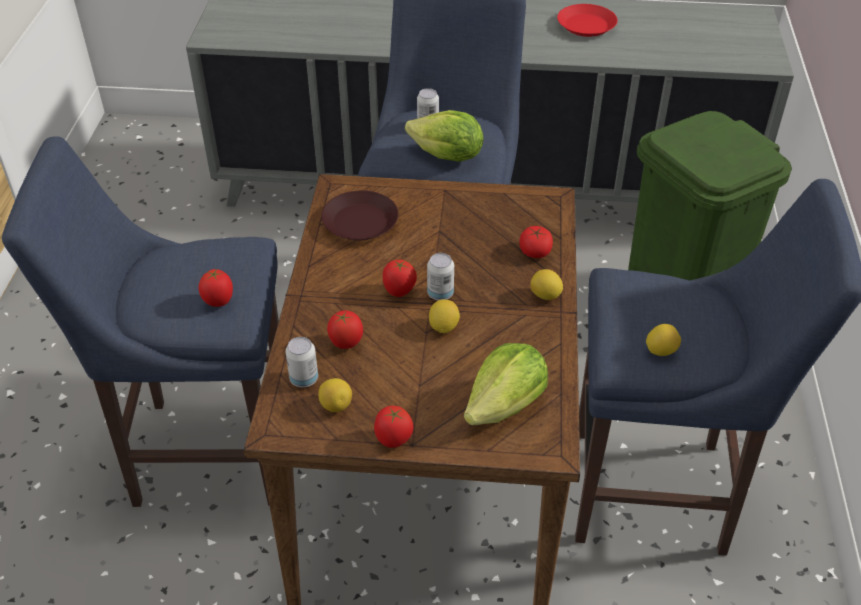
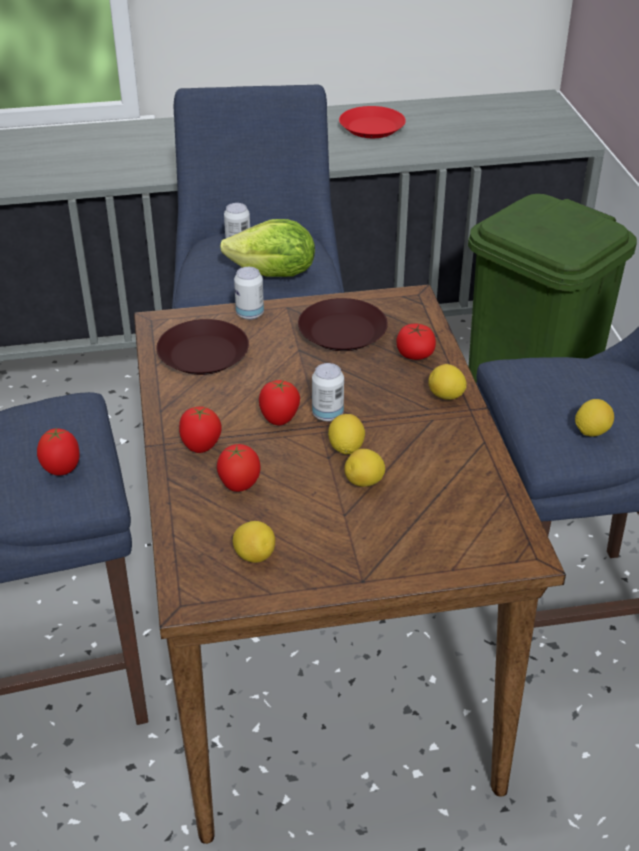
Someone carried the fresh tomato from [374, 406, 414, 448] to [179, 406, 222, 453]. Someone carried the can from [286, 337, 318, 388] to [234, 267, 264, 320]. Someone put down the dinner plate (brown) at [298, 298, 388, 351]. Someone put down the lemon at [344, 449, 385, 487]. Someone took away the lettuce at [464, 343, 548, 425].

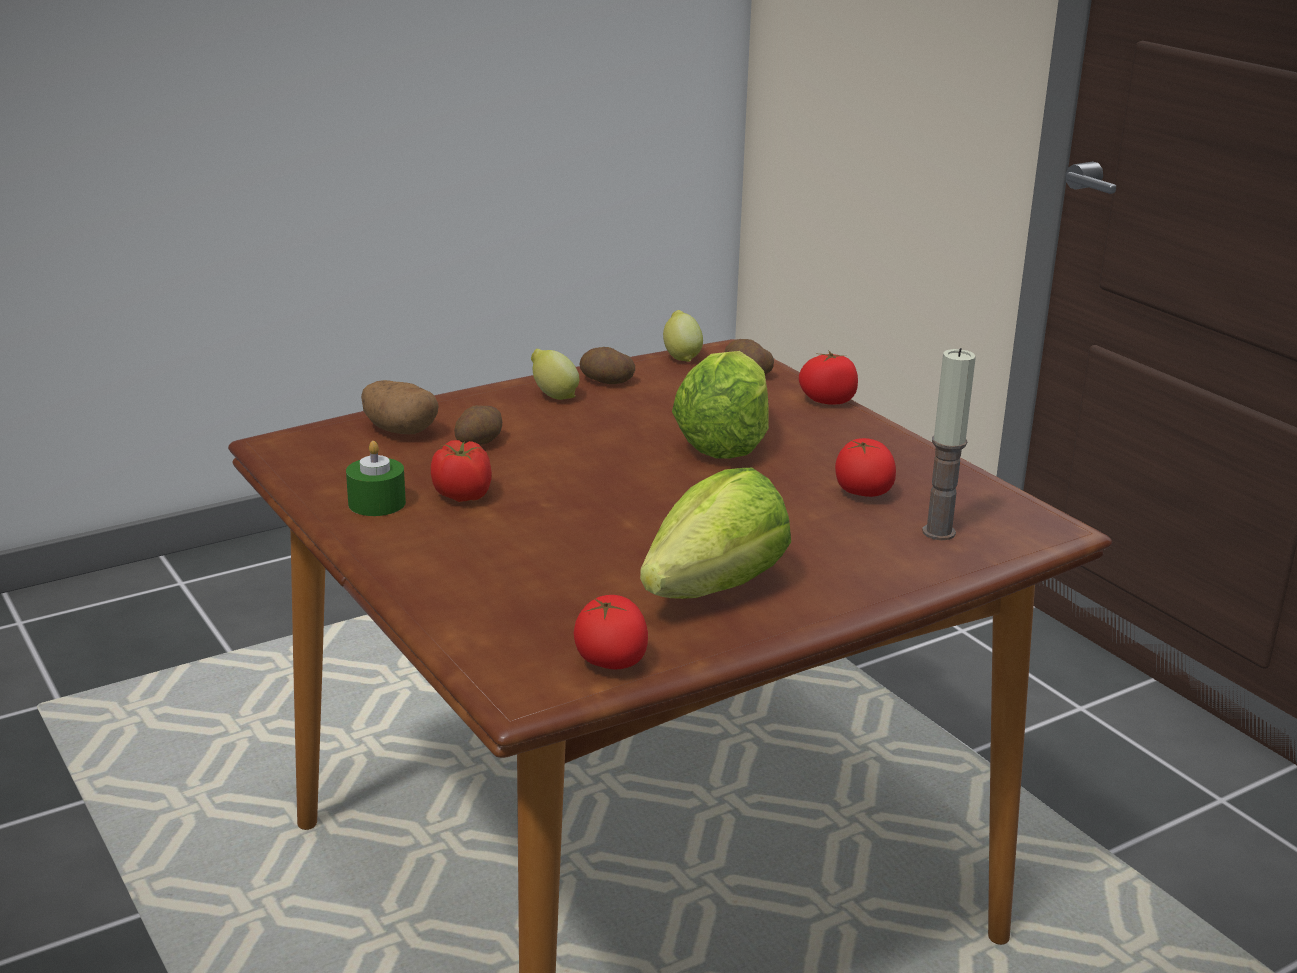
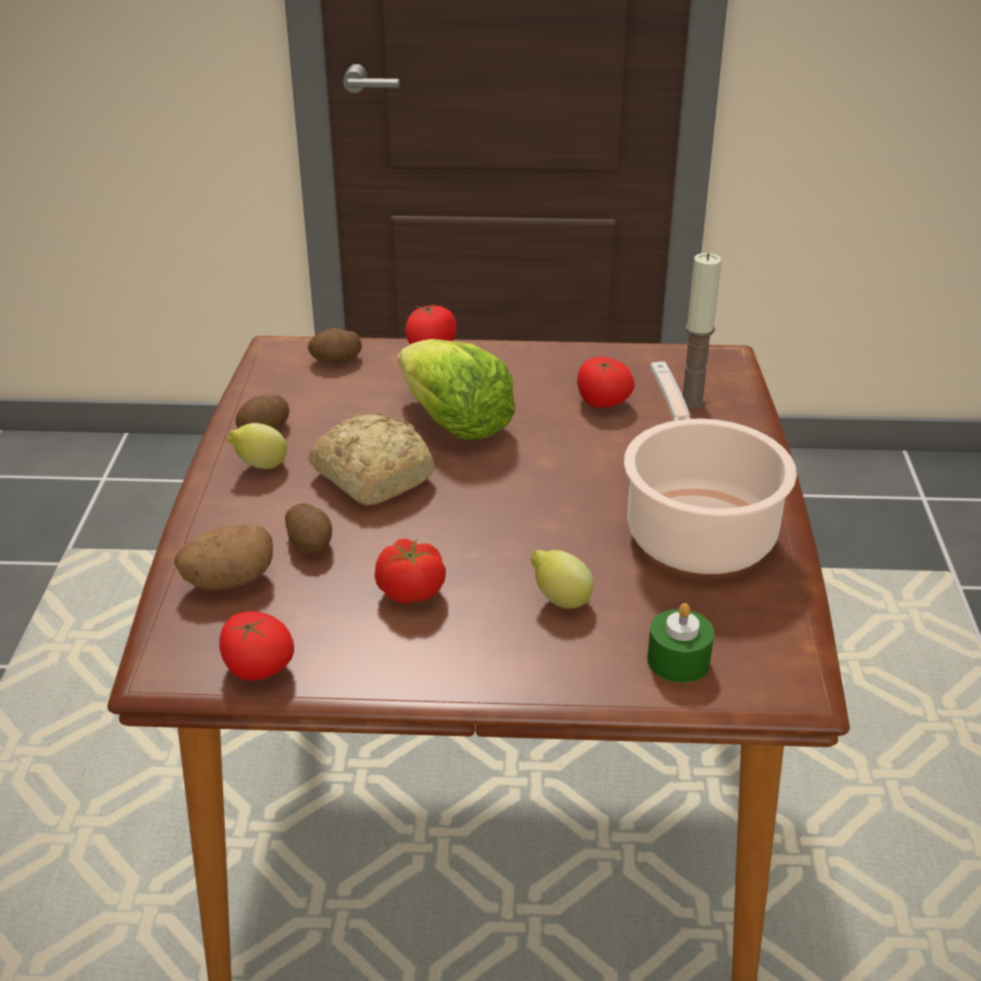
Someone carried the fresh tomato from [574, 595, 648, 669] to [219, 611, 294, 681]. Someone put down the bakery bread at [308, 412, 435, 506]. Someone carried the lemon from [663, 310, 703, 362] to [531, 550, 593, 609]. Someone swapped the lettuce at [640, 468, 791, 599] for the cooking pot at [624, 361, 797, 574]. Someone carried the candle (greenish) from [346, 441, 406, 516] to [647, 603, 714, 683].

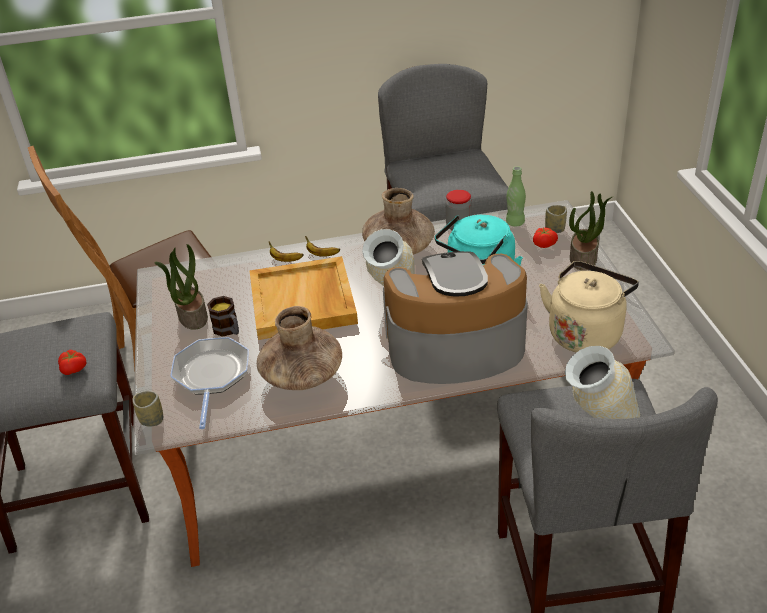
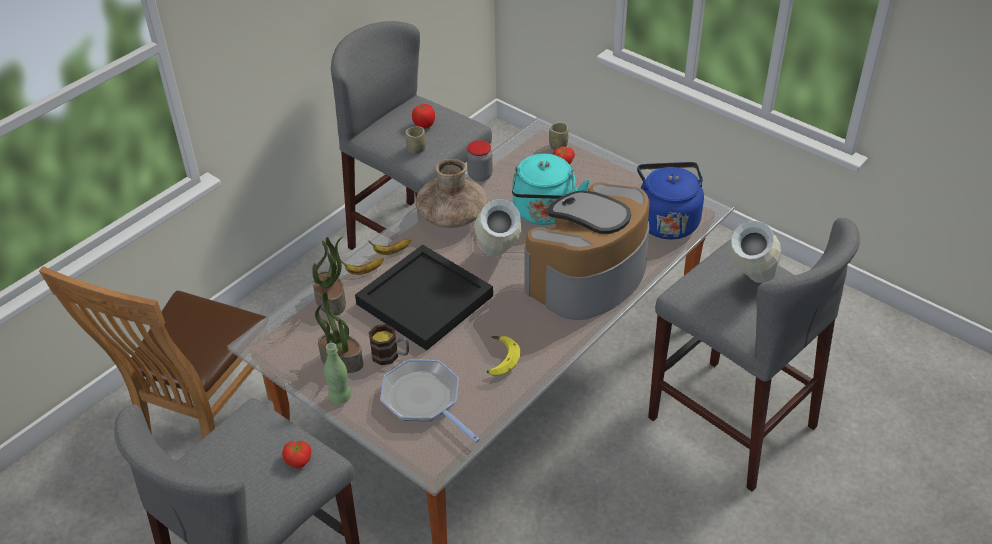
Someone carried the plant in a pot from [569, 191, 612, 271] to [312, 237, 346, 315]. Someone carried the drink bottle (greenish) from [506, 166, 526, 226] to [324, 343, 351, 404]. Someone repainted the tray (beige) at [249, 256, 358, 340], which became the tray (black-coloured) at [355, 244, 493, 350]. Someone carried the cup from [132, 391, 163, 427] to [405, 126, 425, 154]. Someone put down the fresh tomato at [412, 104, 435, 129]. Someone swapped the vase (brown) at [257, 306, 342, 390] for the banana at [487, 336, 520, 375]. Someone repainted the water kettle (beige) at [539, 261, 639, 353], which became the water kettle (blue) at [637, 162, 704, 239].

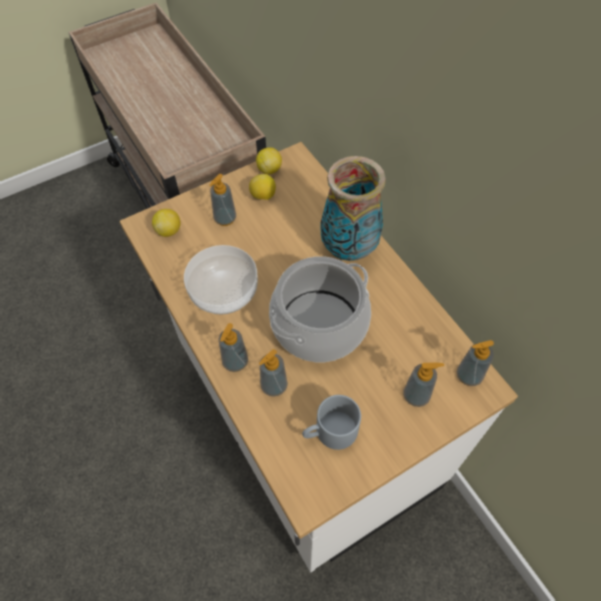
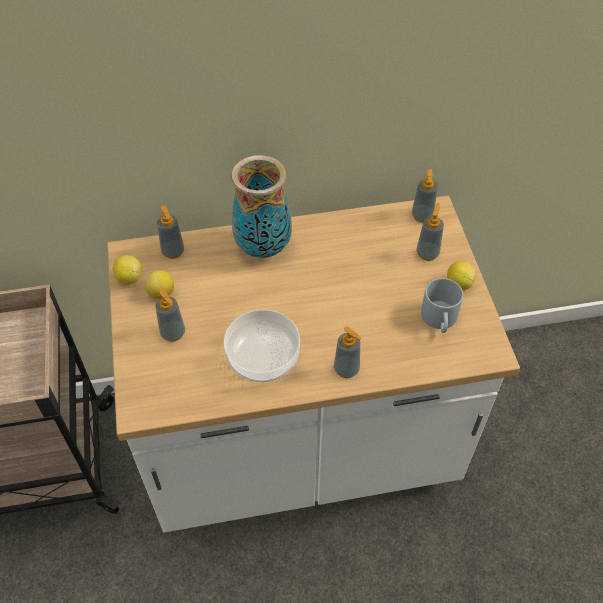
Someone carried the liquid soap bottle from [259, 349, 288, 397] to [157, 206, 184, 259]. Someone carried the lemon from [152, 209, 181, 237] to [447, 261, 476, 290]. Someone took away the cooking pot at [269, 256, 371, 362].

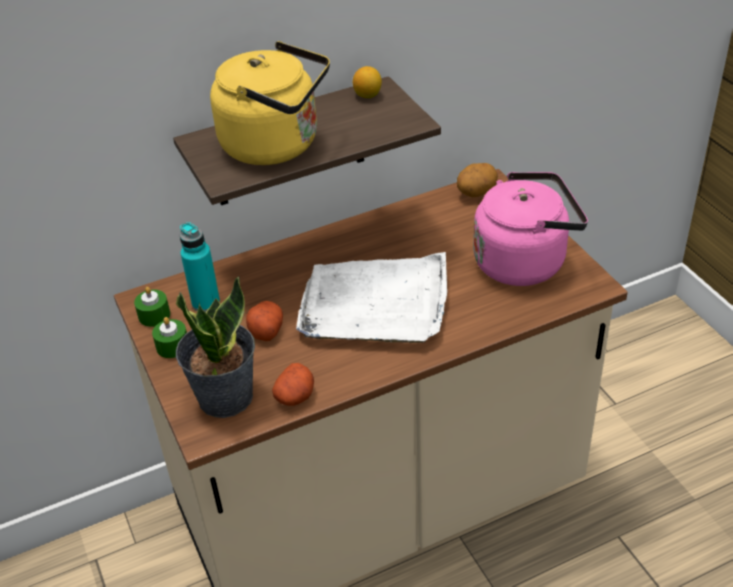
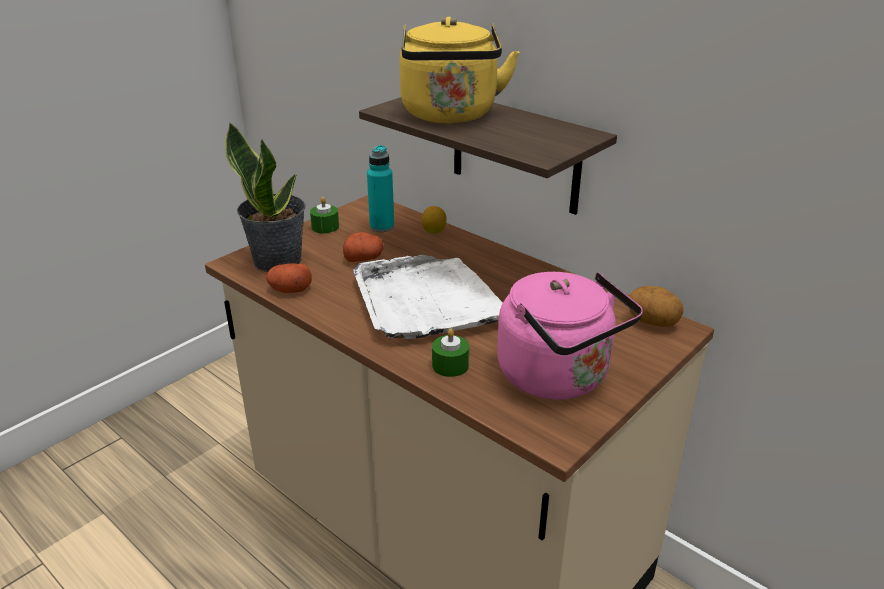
Someone carried the lemon from [353, 66, 382, 98] to [422, 206, 447, 234]. Someone carried the candle (greenish) from [134, 287, 170, 327] to [432, 328, 469, 377].

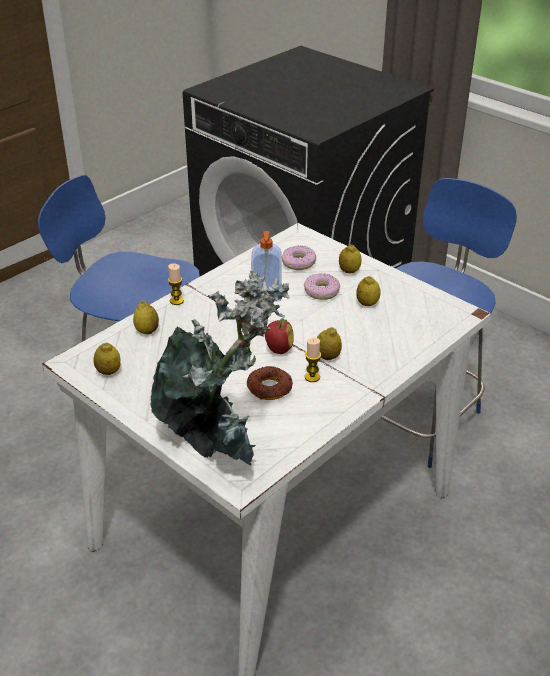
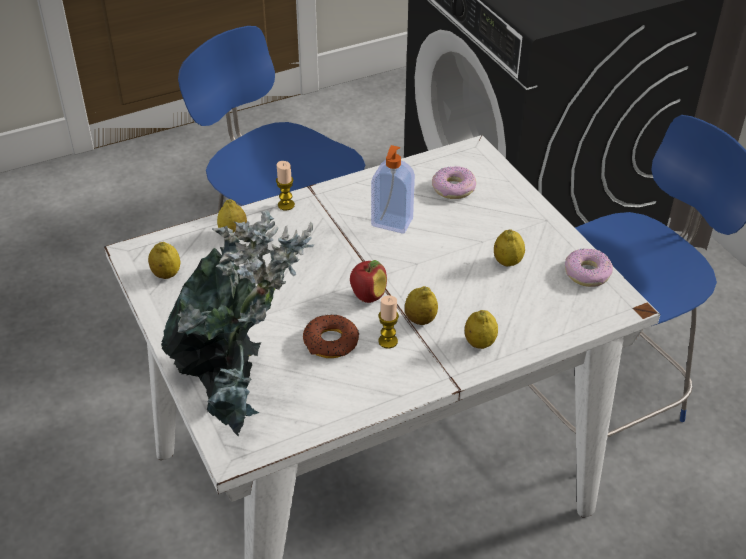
Someone carried the lemon from [339, 245, 361, 273] to [465, 310, 498, 349]. Someone carried the ring doughnut from [304, 273, 340, 300] to [565, 248, 613, 287].

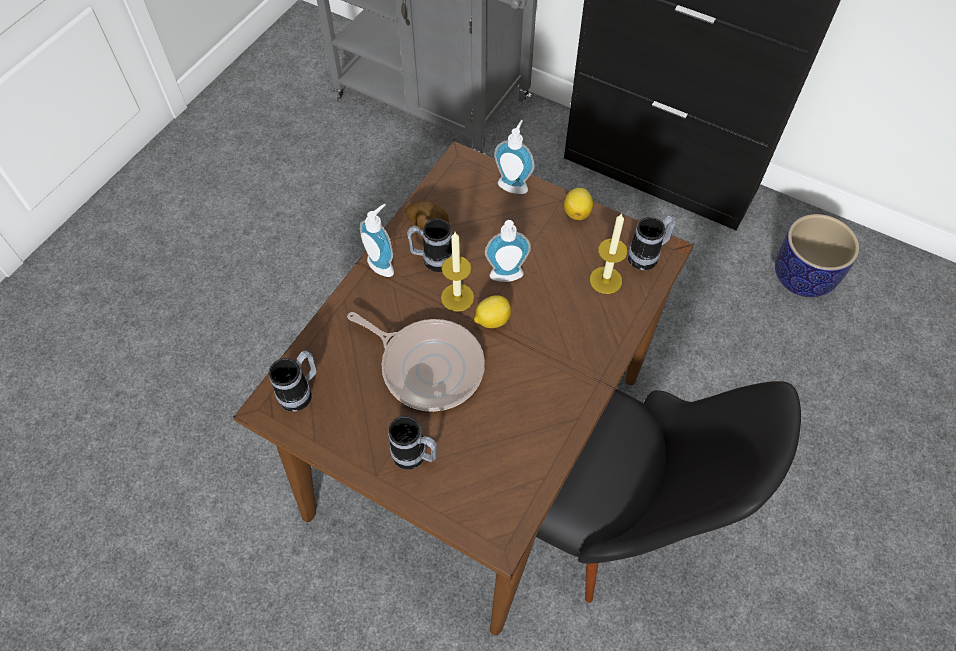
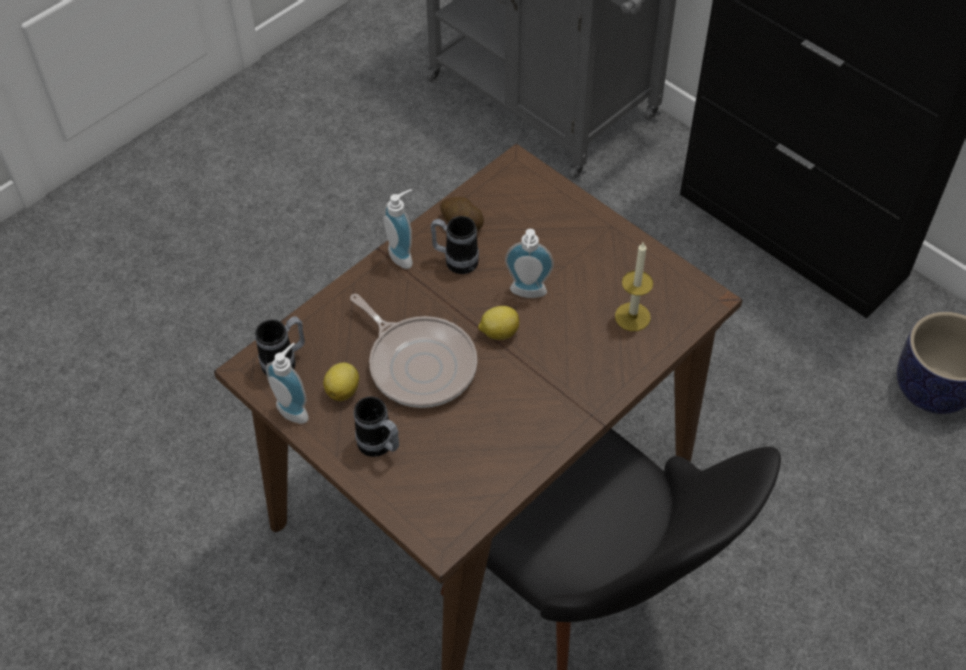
Someone carried the liquid soap bottle from [494, 120, 534, 194] to [266, 343, 309, 424]. Someone carried the lemon from [564, 188, 593, 220] to [323, 363, 359, 401]. Someone took away the candle at [441, 232, 474, 312]. Someone took away the tea mug at [628, 215, 676, 270].

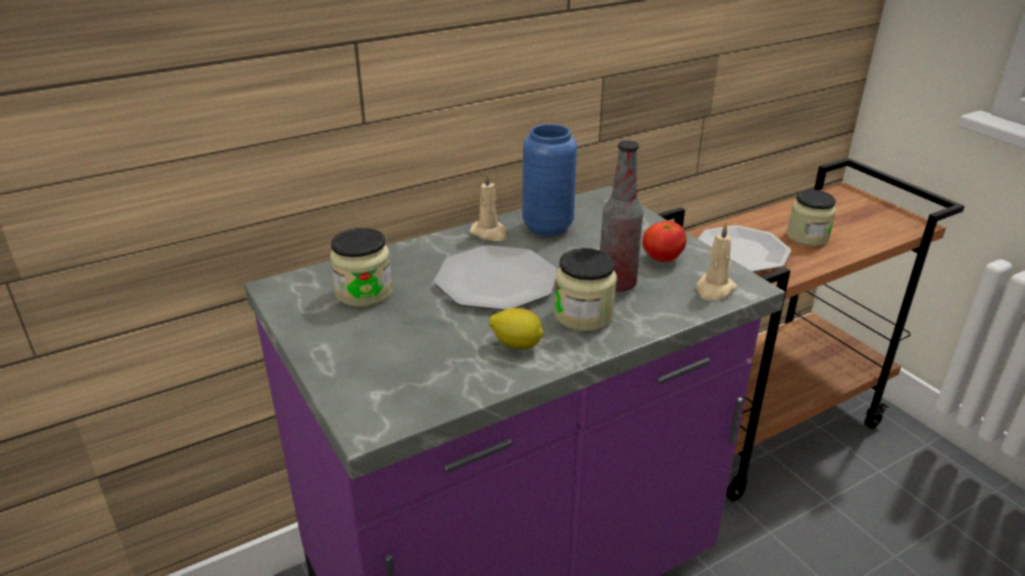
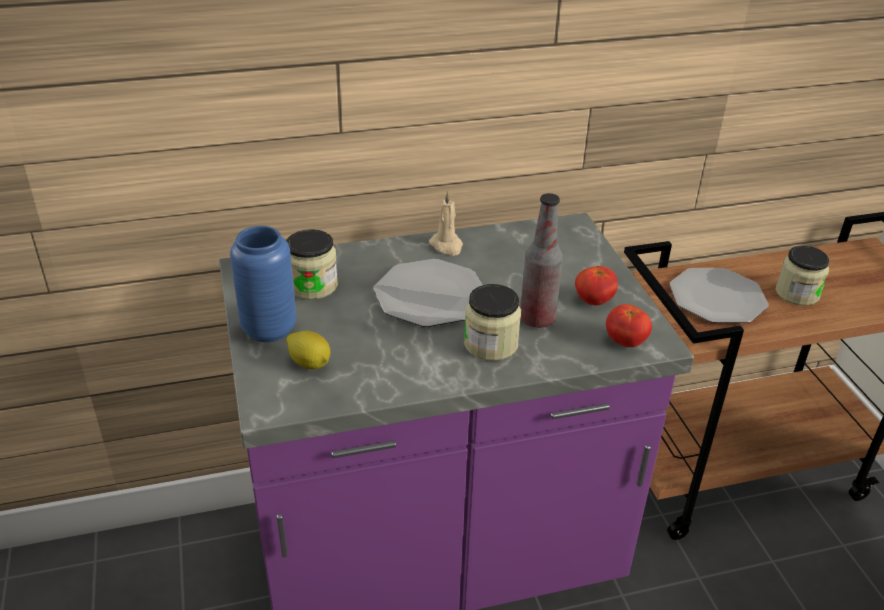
Someone carried the vase (blue) from [522, 124, 577, 236] to [230, 226, 297, 342]. Someone carried the lemon from [489, 308, 544, 350] to [286, 331, 330, 369]. Someone swapped the candle (beige) at [696, 223, 737, 301] for the fresh tomato at [606, 304, 652, 347].

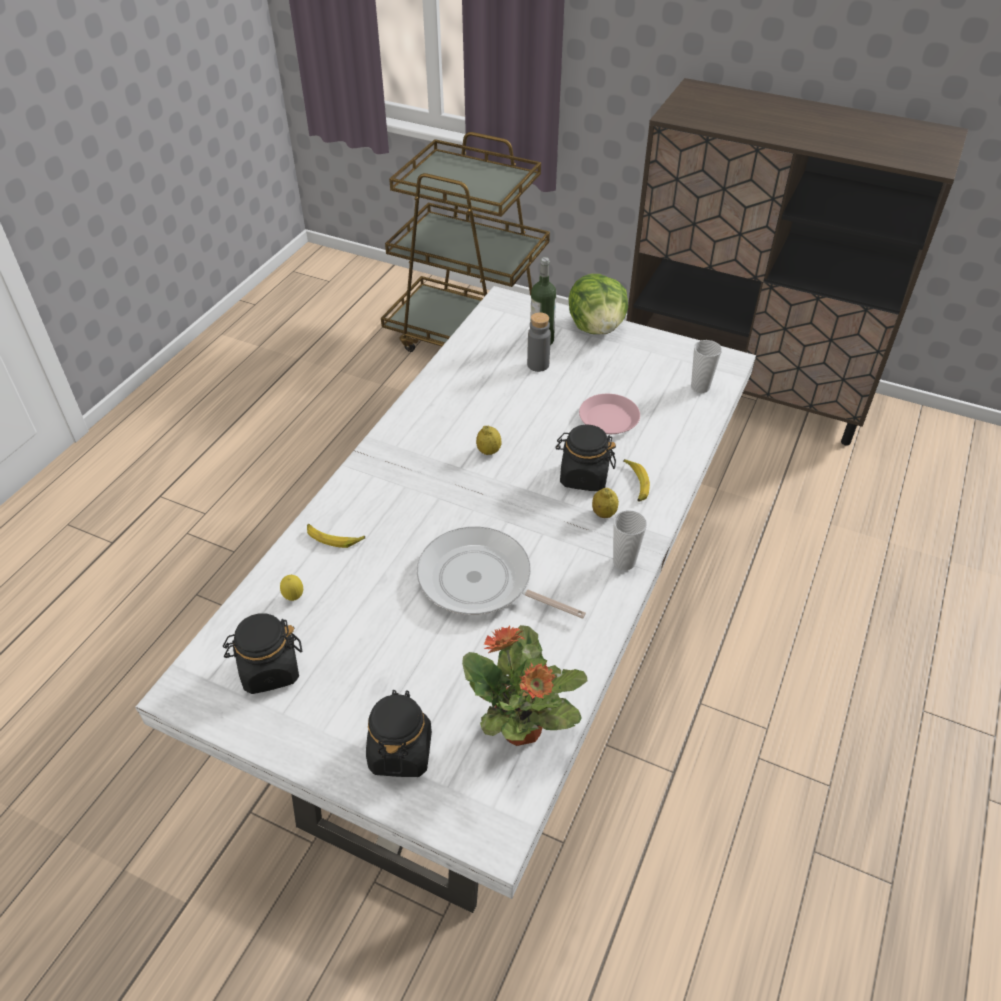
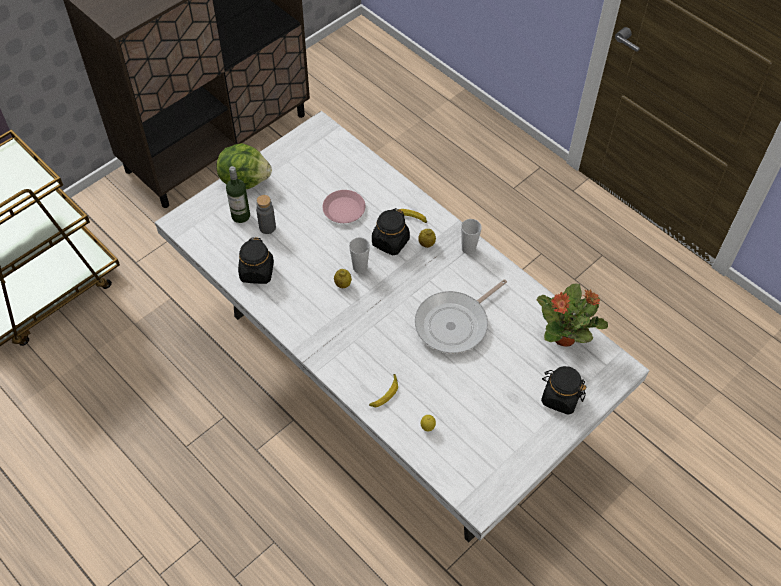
Someone carried the jar (black-coloured) from [223, 613, 302, 694] to [238, 237, 274, 284]. Someone carried the cup from [691, 340, 722, 393] to [349, 237, 370, 273].

